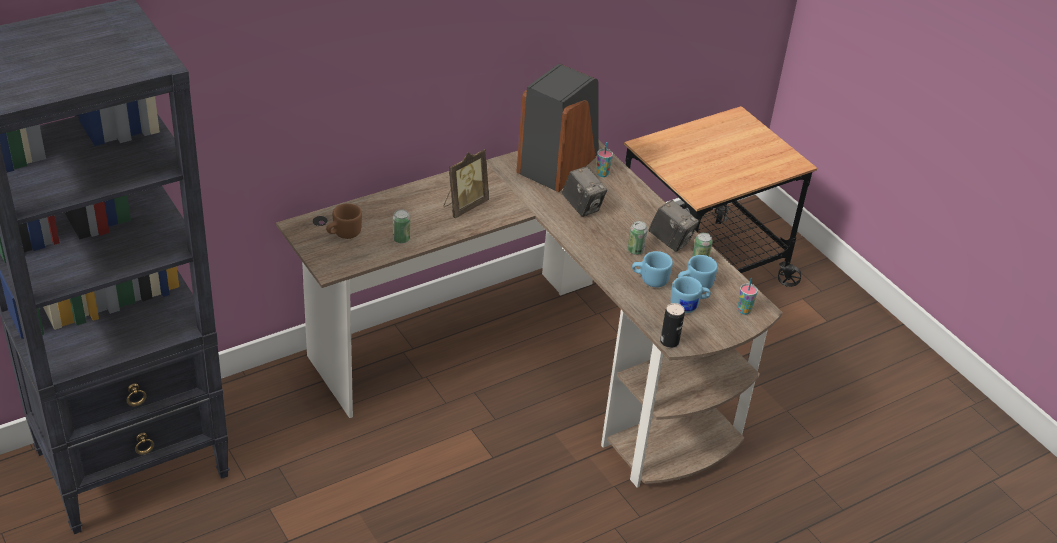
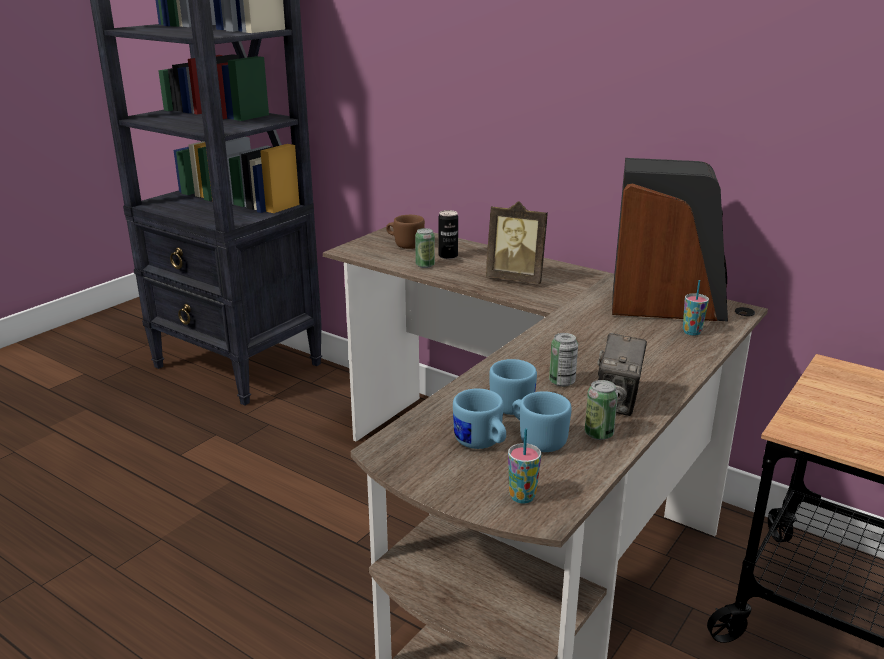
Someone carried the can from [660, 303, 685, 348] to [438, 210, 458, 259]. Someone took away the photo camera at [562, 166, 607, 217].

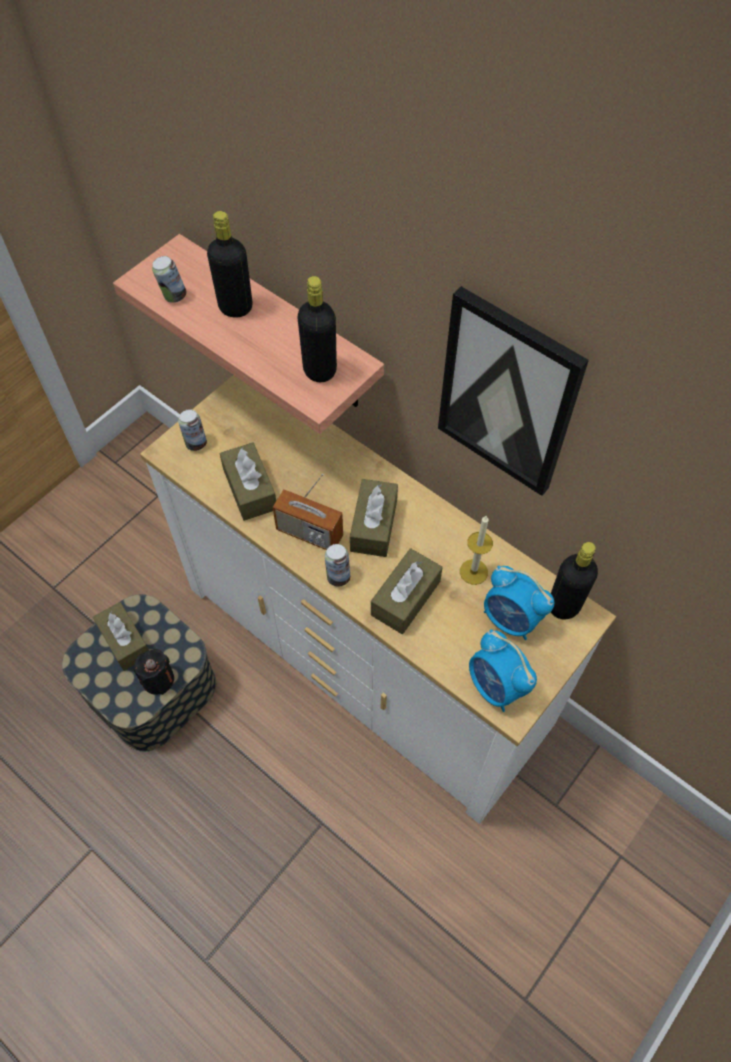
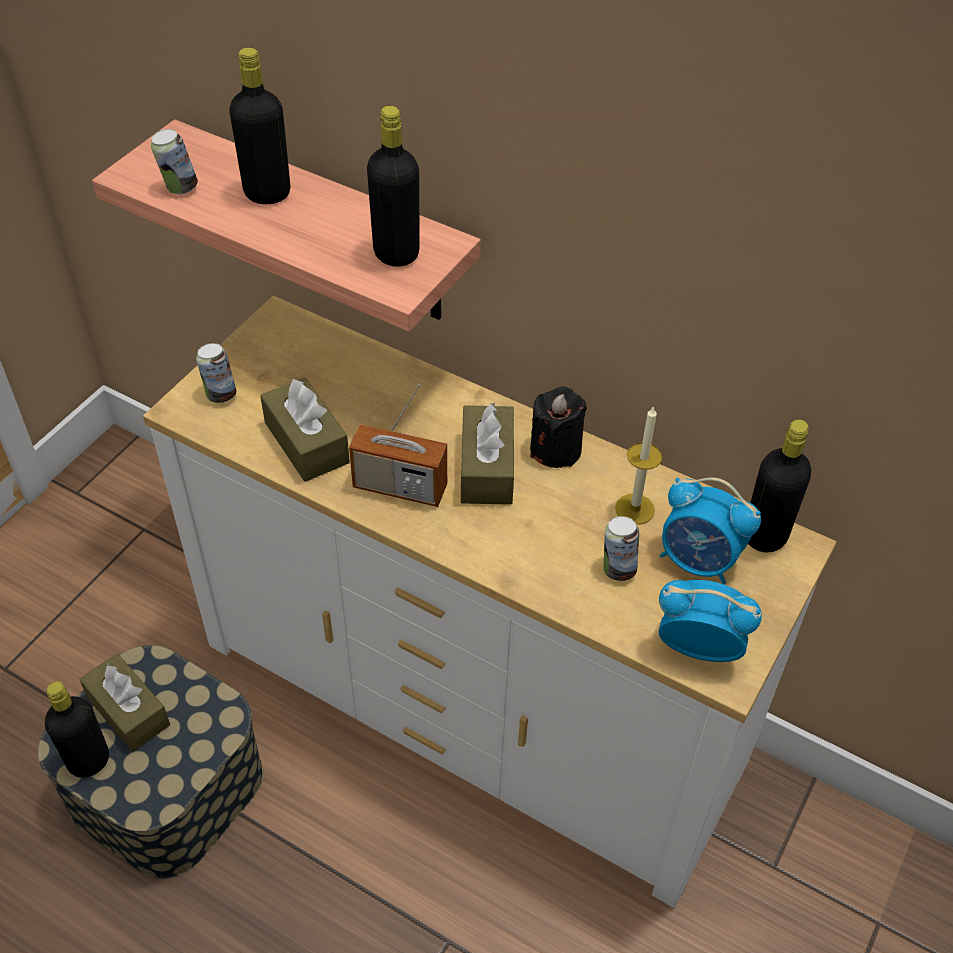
Someone put down the drink bottle (black-coloured) at [45, 681, 109, 778]. Someone carried the candle (black-coloured) from [134, 649, 174, 695] to [530, 386, 587, 468]. Someone carried the can from [325, 544, 350, 586] to [604, 516, 639, 581]. Someone rotated the bedside clock at [469, 629, 537, 712] by 150 degrees clockwise. Someone took away the tissue holder (brown) at [371, 549, 443, 634]. Someone took away the wall picture at [438, 286, 589, 496].

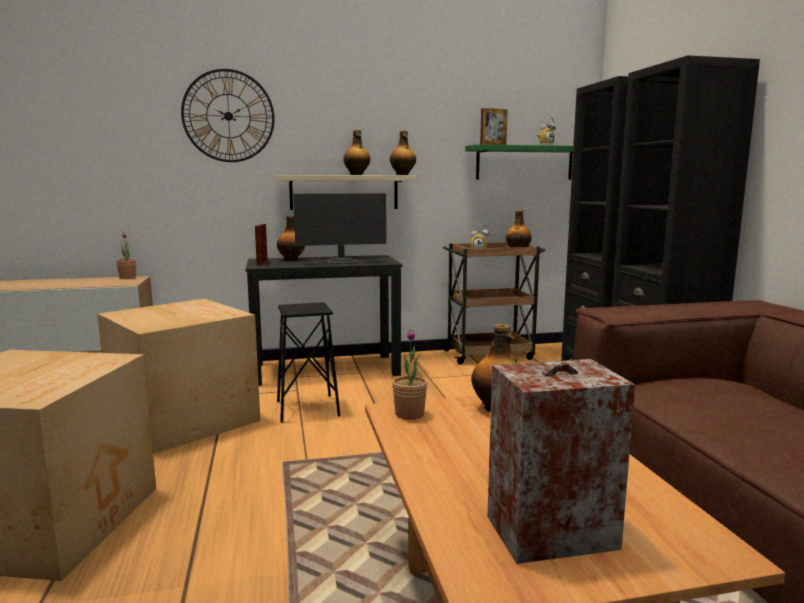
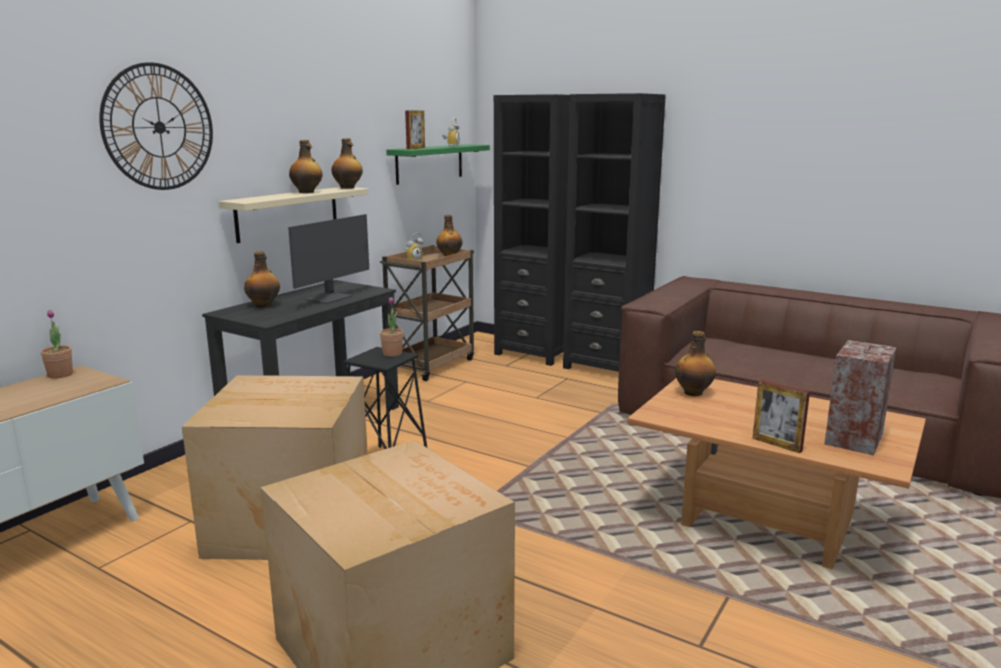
Someone carried the plant in a pot from [392, 329, 427, 420] to [380, 297, 403, 357]. Someone carried the standing frame from [255, 224, 268, 265] to [752, 380, 810, 453].

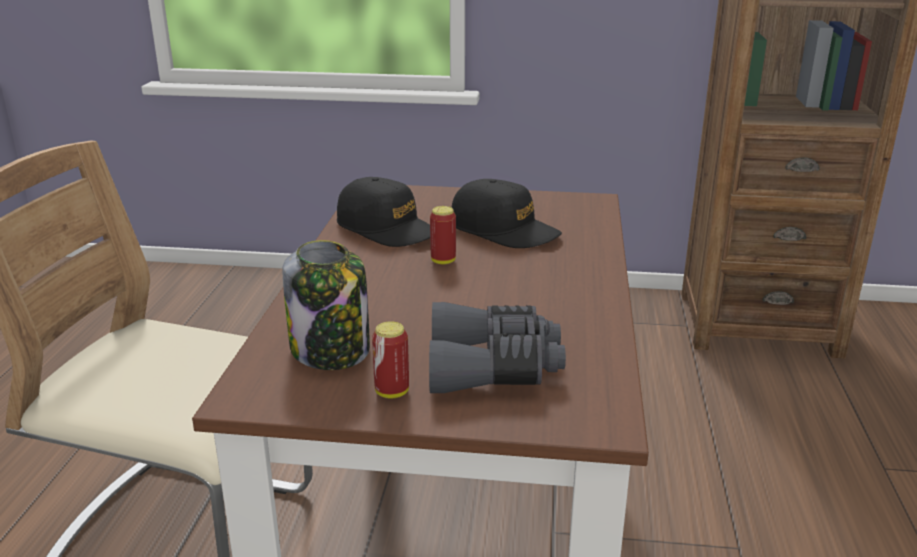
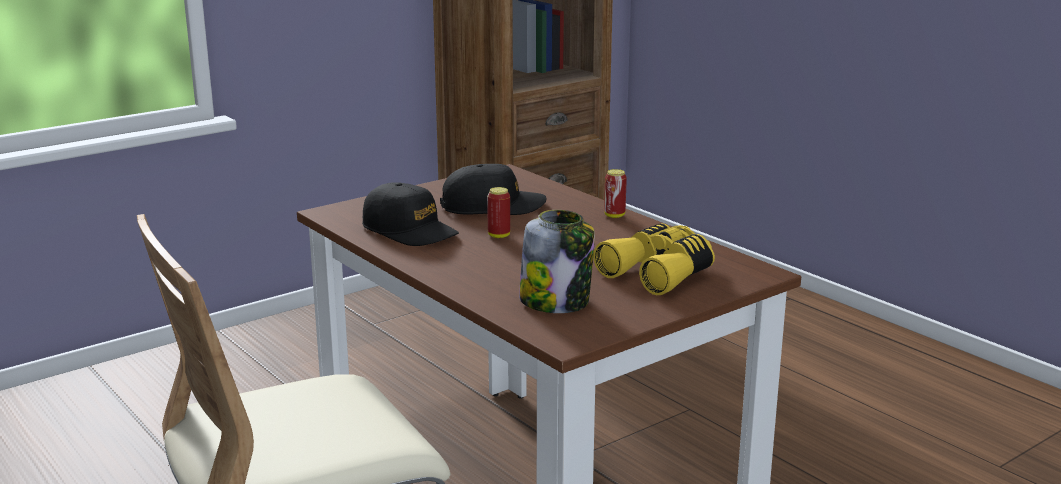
Someone rotated the cap (black-coloured) at [337, 177, 430, 247] by 45 degrees clockwise. Someone repainted the binoculars (gray) at [429, 302, 566, 393], which became the binoculars (yellow-coloured) at [593, 223, 715, 295]. Someone carried the can from [372, 321, 409, 399] to [604, 169, 627, 218].

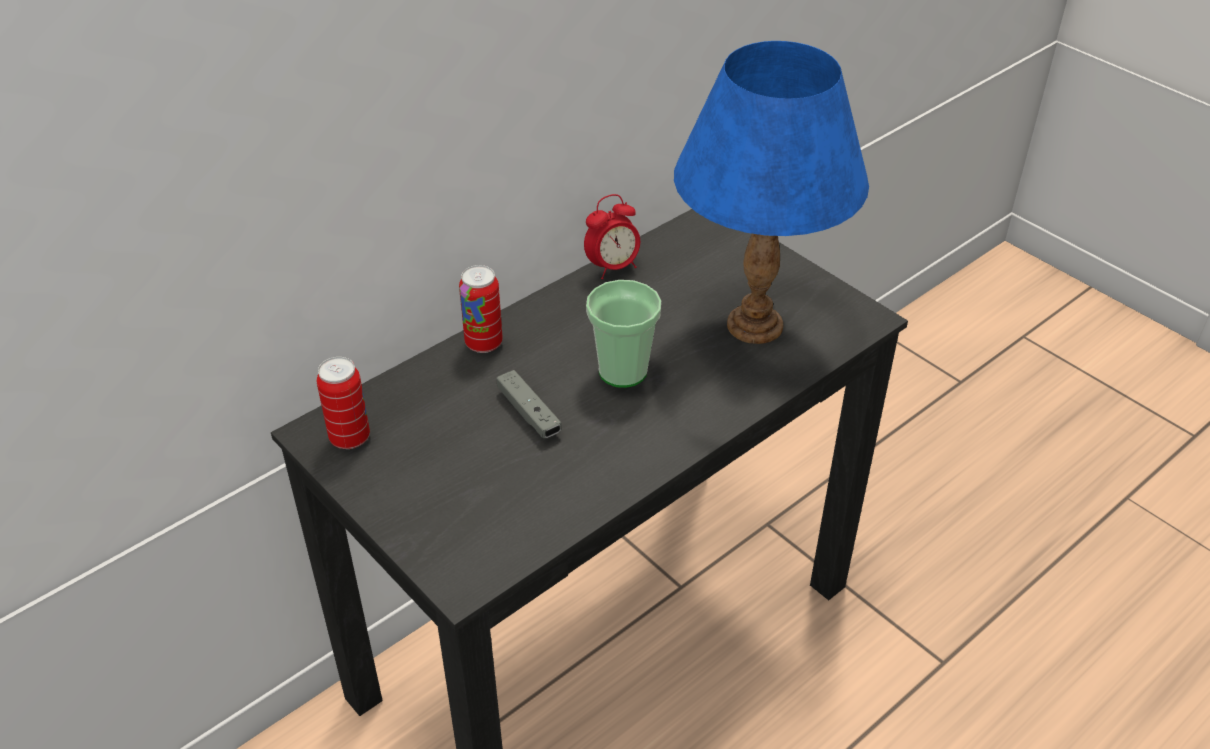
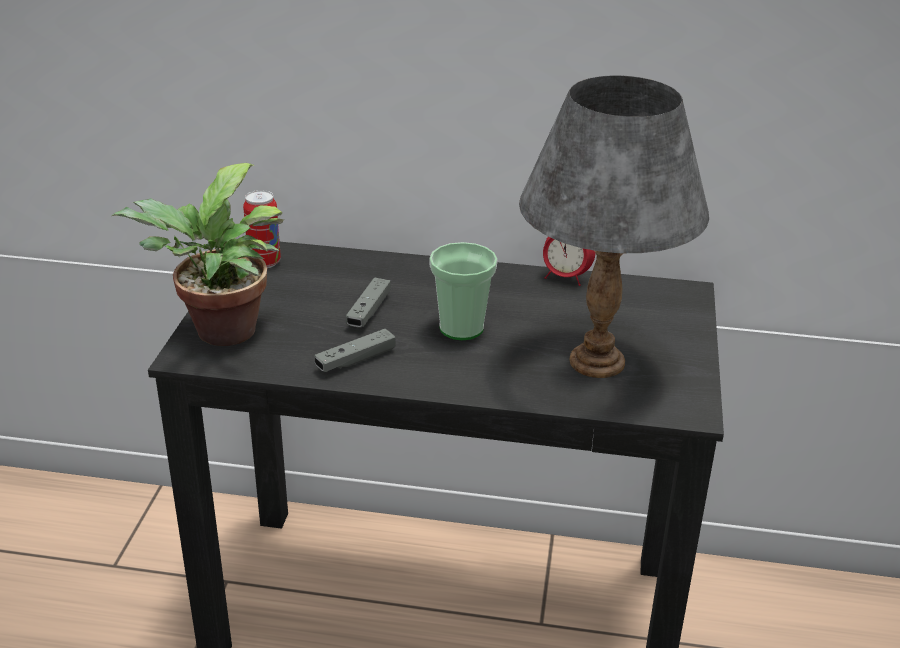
Someone put down the plant in a pot at [111, 163, 284, 346]. Someone put down the joypad (gray) at [315, 329, 396, 372]. Someone repainted the lamp for a table (blue) at [674, 41, 869, 344], which became the lamp for a table (gray) at [519, 75, 709, 378]. Someone took away the can at [459, 265, 503, 353].

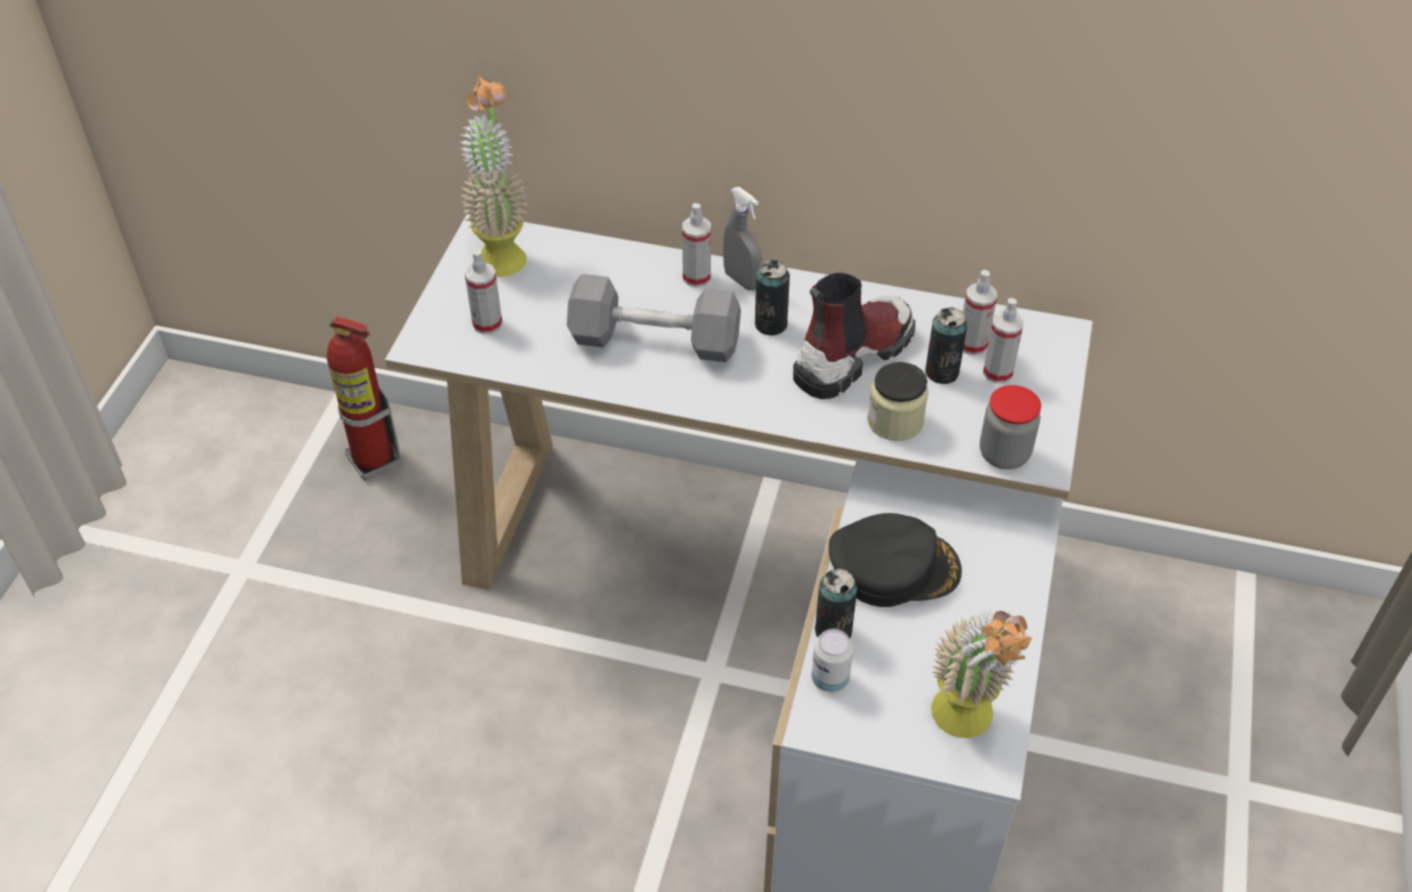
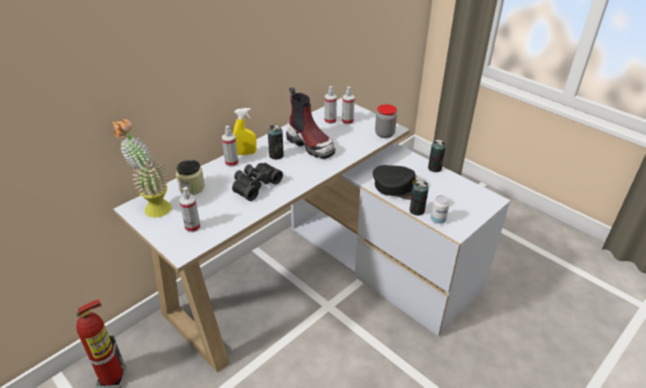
Someone carried the jar from [867, 362, 929, 441] to [176, 160, 205, 195]. Someone swapped the dumbbell (gray) at [567, 274, 741, 362] for the binoculars (black-coloured) at [232, 163, 283, 201]. Someone repainted the spray bottle (gray) at [723, 187, 762, 291], which became the spray bottle (yellow-coloured) at [233, 108, 257, 155]. Someone rotated the tall boot at [793, 272, 915, 399] by 150 degrees clockwise. Someone rotated the cap (black-coloured) at [829, 513, 962, 607] by 90 degrees clockwise. Someone carried the can from [925, 307, 967, 384] to [428, 139, 446, 172]. Someone took away the plant in a pot at [931, 608, 1032, 738].

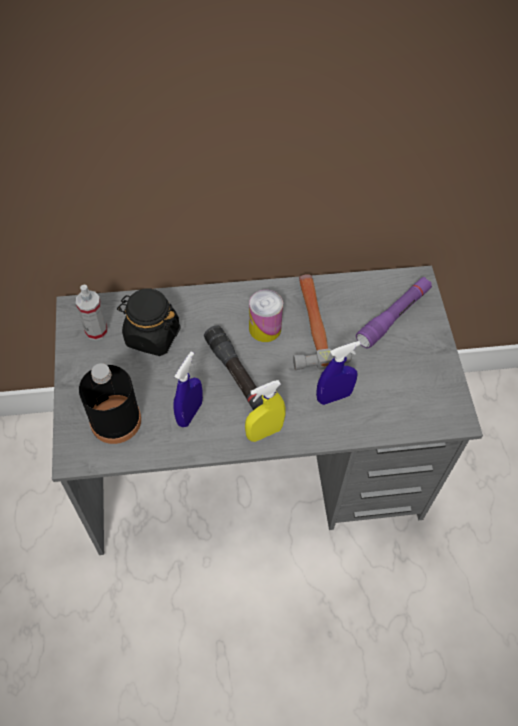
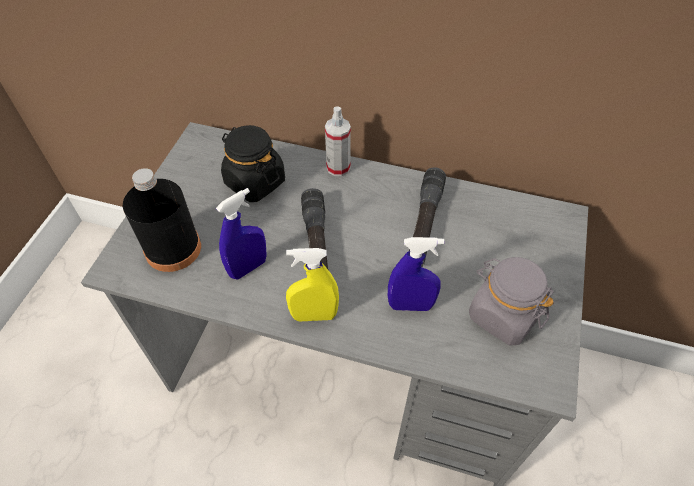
Someone carried the spray bottle from [76, 285, 108, 341] to [325, 106, 351, 176]. Someone swapped the hand hammer at [293, 274, 352, 370] for the torch (black-coloured) at [409, 167, 446, 267]. Someone put down the jar (gray) at [469, 257, 554, 345]. Someone took away the can at [249, 290, 283, 342]. Someone took away the torch (purple) at [356, 277, 432, 348].

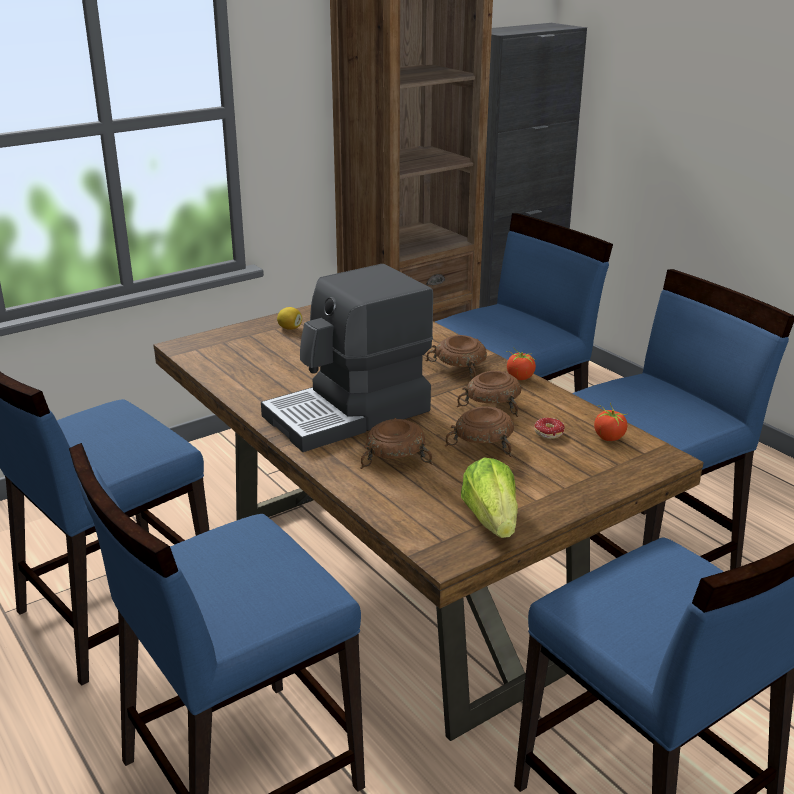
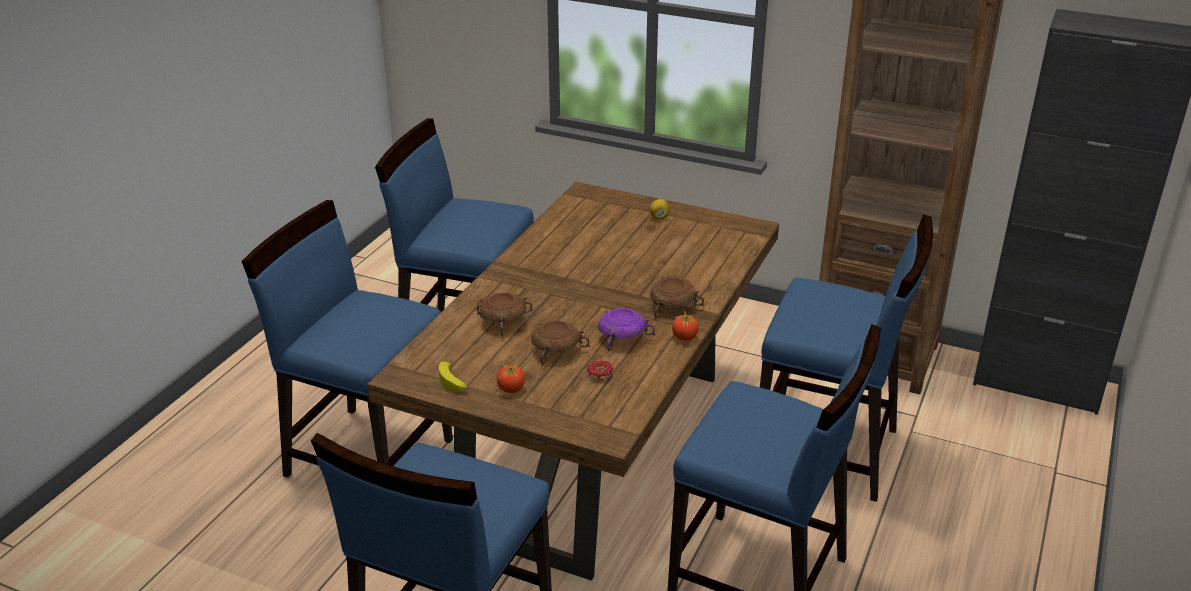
Someone swapped the lettuce at [461, 458, 518, 538] for the banana at [439, 361, 468, 392]. Someone carried the fresh tomato from [594, 404, 627, 441] to [497, 359, 525, 393]. Someone repainted the deep dish (brown) at [457, 371, 521, 417], which became the deep dish (purple) at [598, 308, 656, 352]. Someone took away the coffee brewer at [261, 264, 433, 452].

